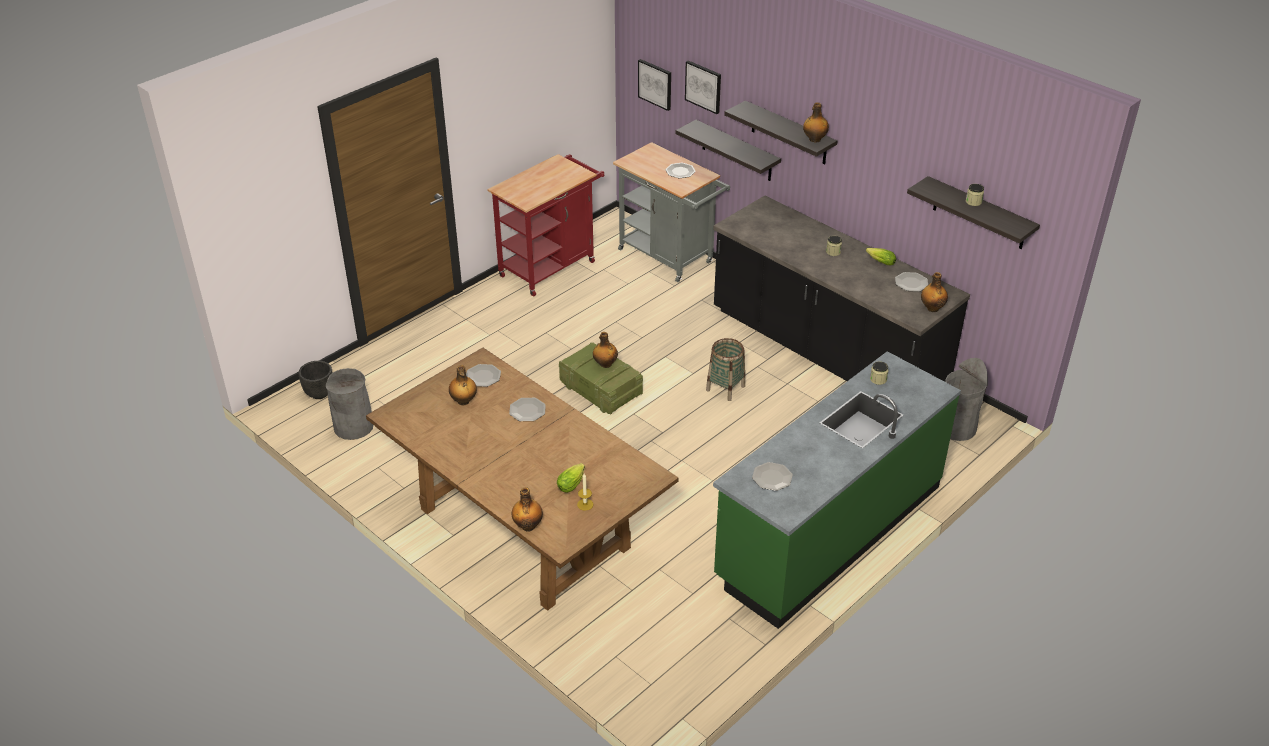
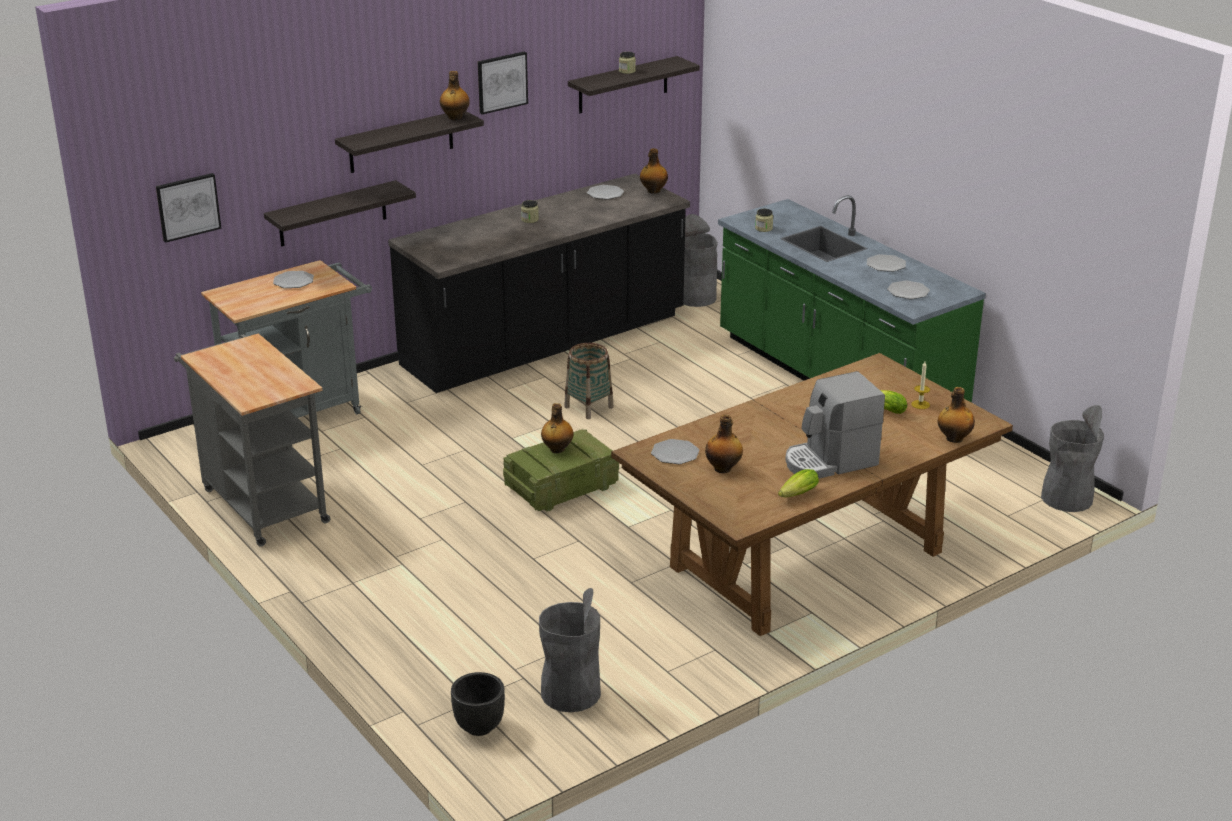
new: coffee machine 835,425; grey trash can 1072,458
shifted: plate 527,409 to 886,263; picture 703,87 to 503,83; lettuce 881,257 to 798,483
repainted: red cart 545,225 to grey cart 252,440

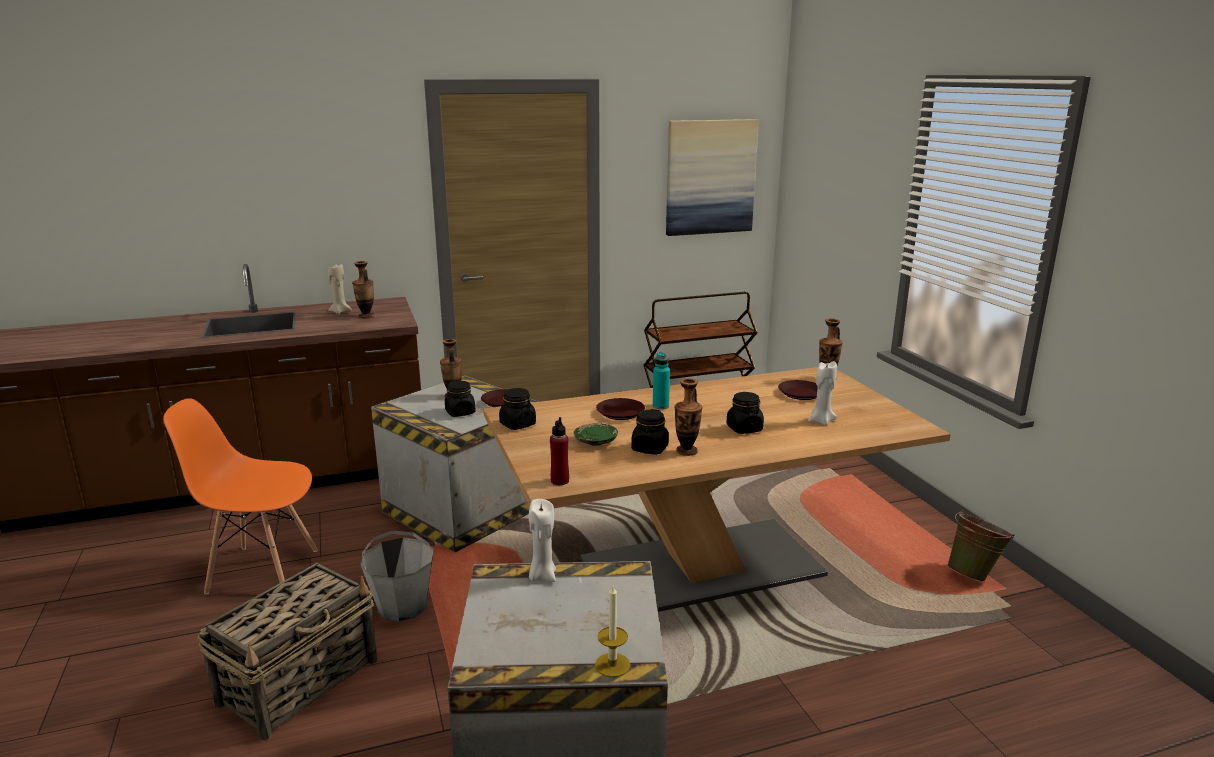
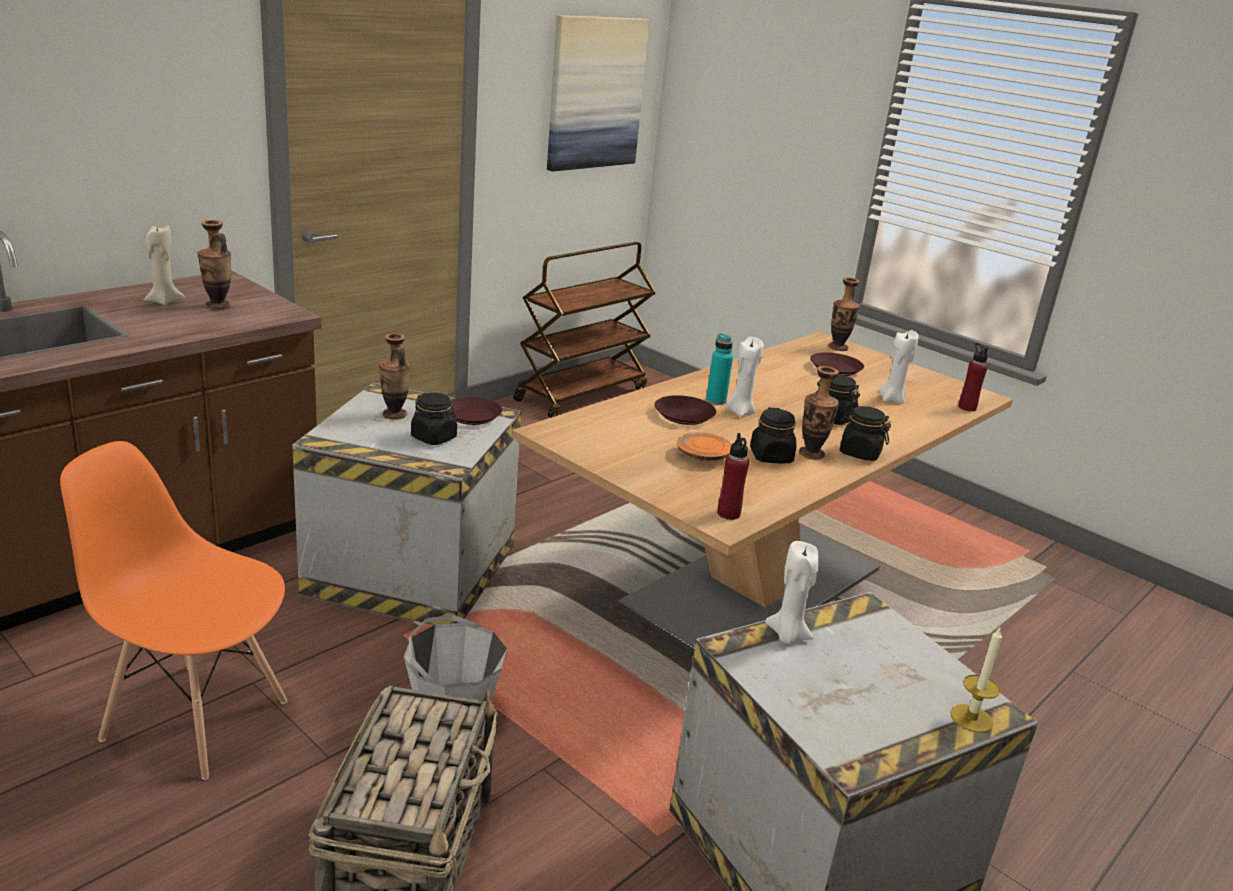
gone: green bucket 980,546
new: white candle 745,377; red bottle 973,377
shifted: black jar 517,409 to 865,433
repainted: green plate 596,434 to orange plate 704,447
rotated: orange chair 240,496 = 173,610 45 degrees clockwise

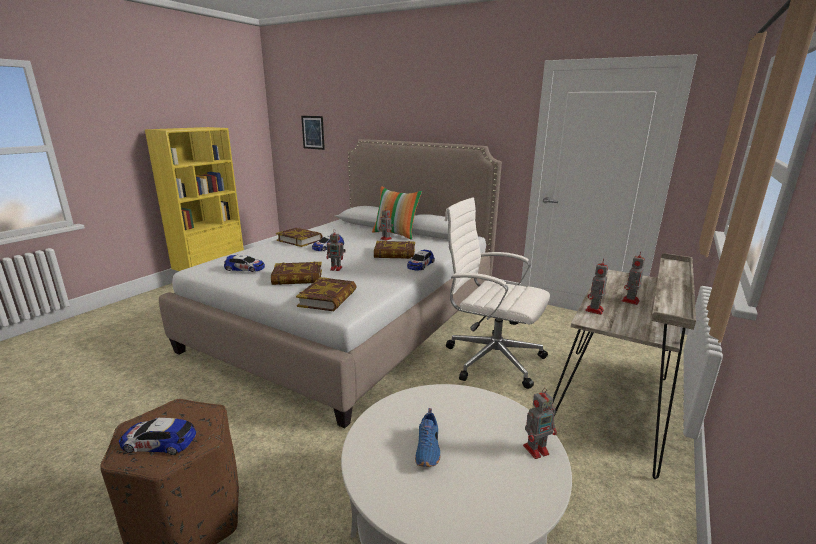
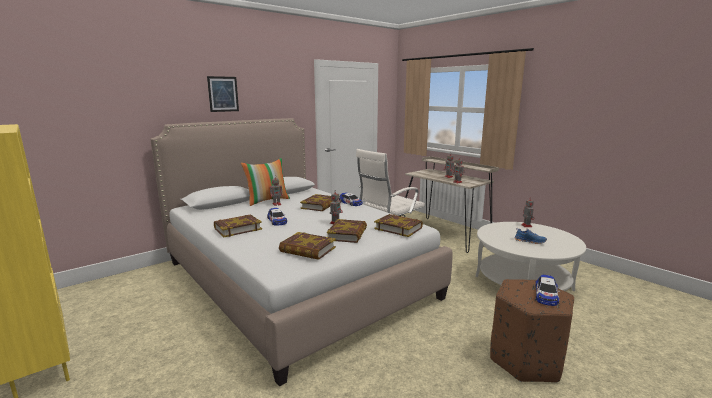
shifted: picture 313,133 to 223,94
swapped: toy car 244,263 to book 307,246

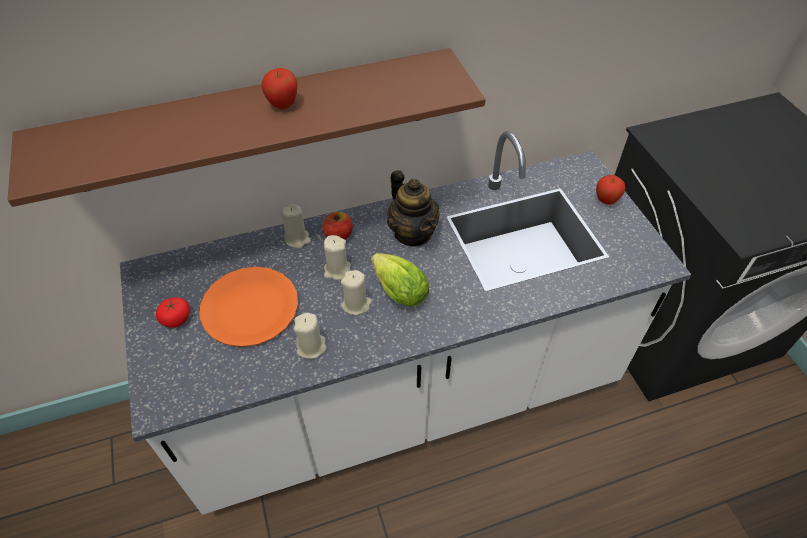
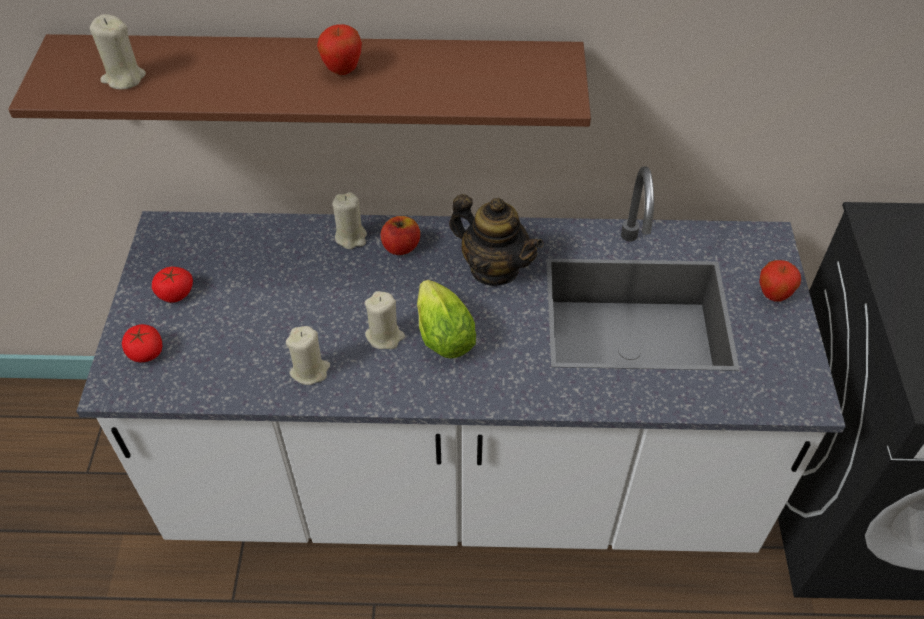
gone: orange plate 249,307
new: tomato 142,343
shifted: beige candle 337,257 to 118,52
rotated: teapot 413,208 = 496,240 45 degrees counterclockwise

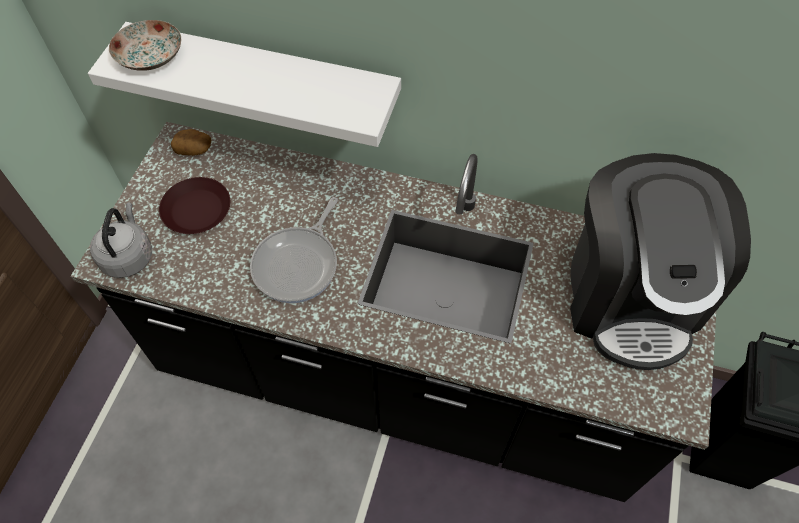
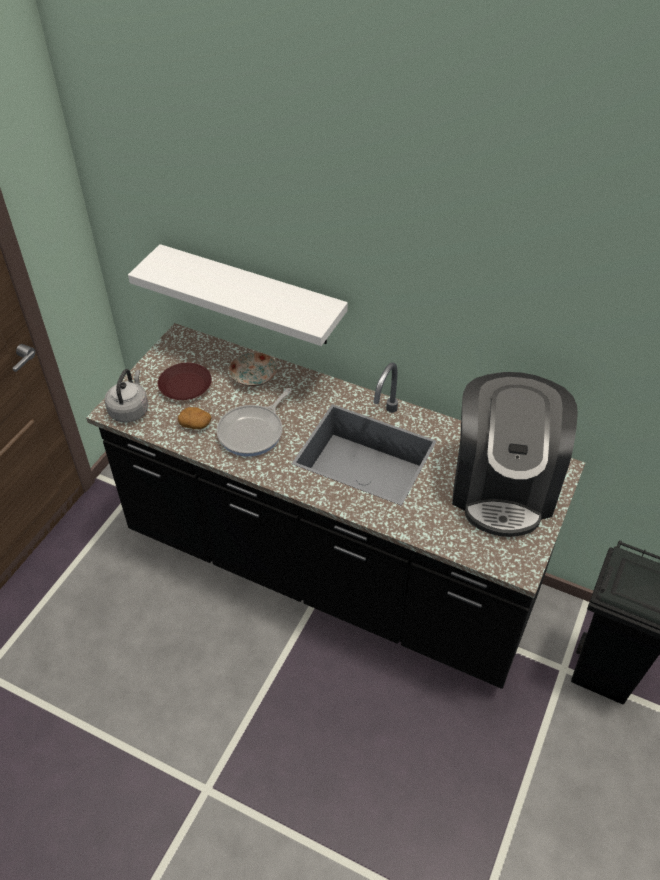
shifted: plate 145,45 to 253,369; potato 191,142 to 194,418

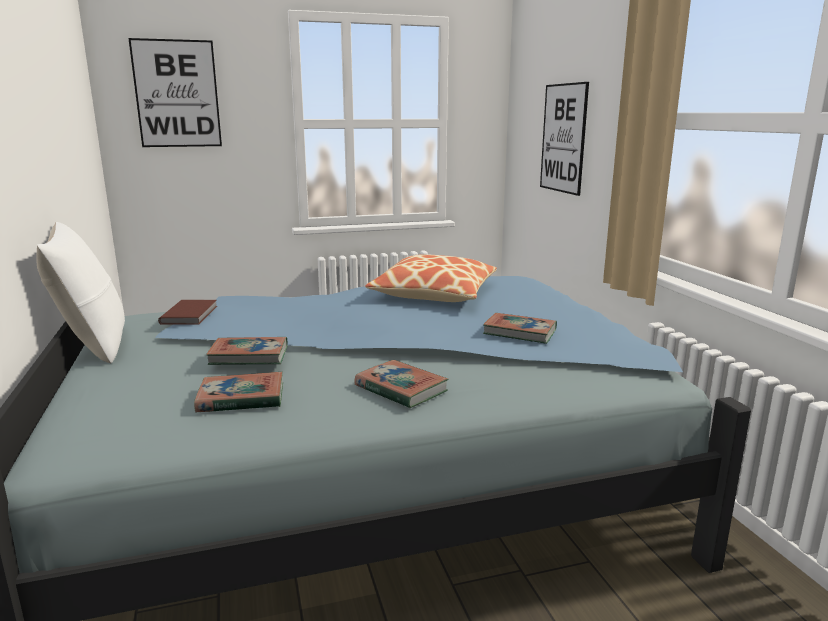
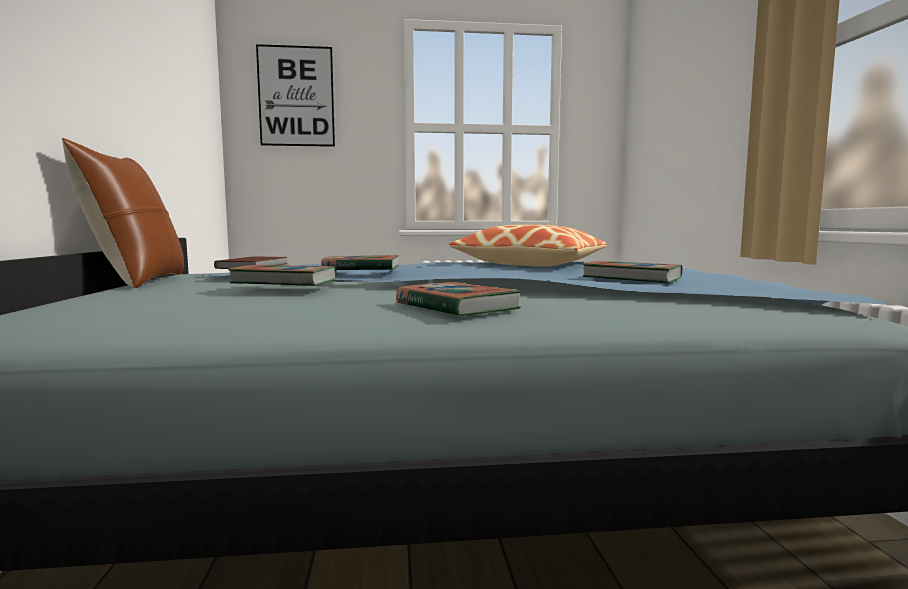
gone: picture 564,139
shifted: book 238,392 to 360,262
repainted: white pillow 80,292 to brown pillow 123,213

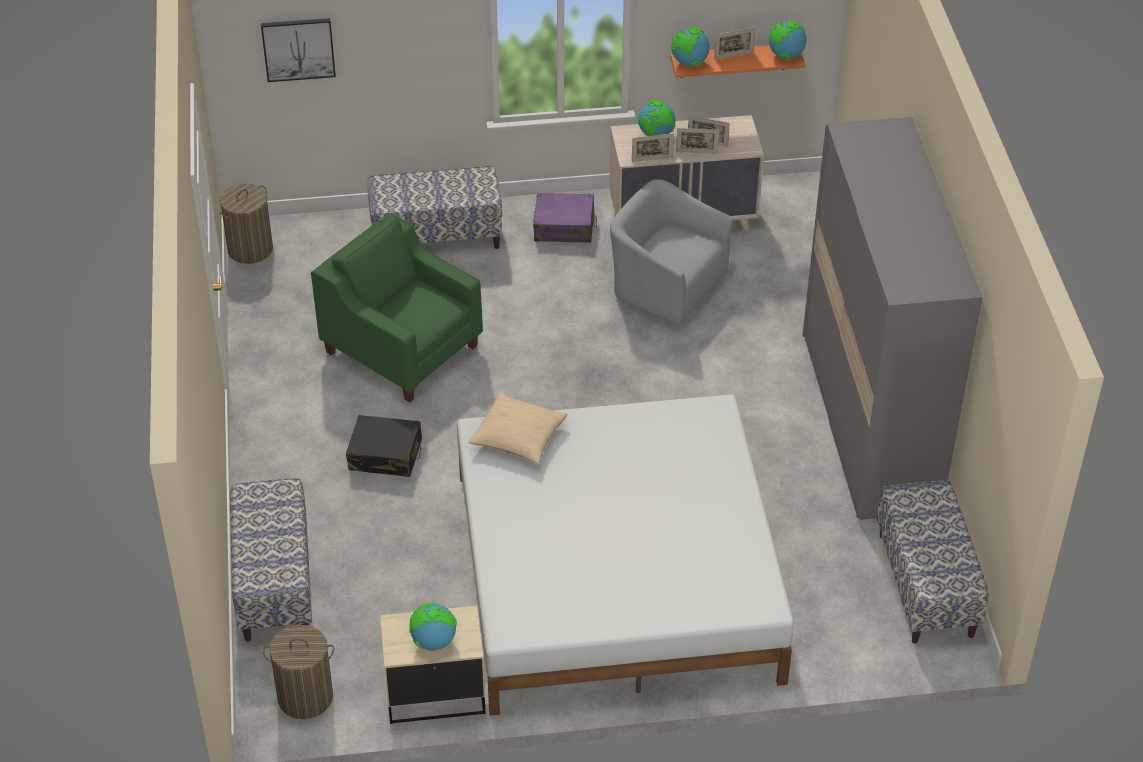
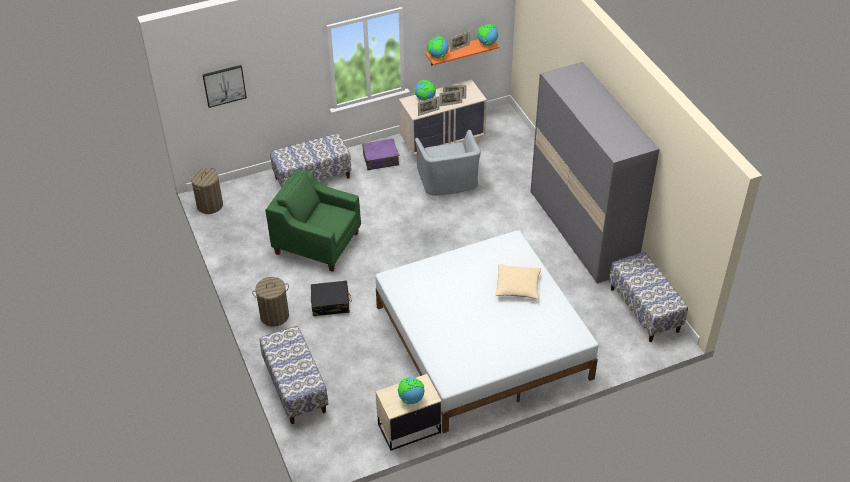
shifted: laundry basket 298,672 to 270,302; beige pillow 518,428 to 518,281
rotated: grey armchair 672,253 = 448,163 120 degrees counterclockwise

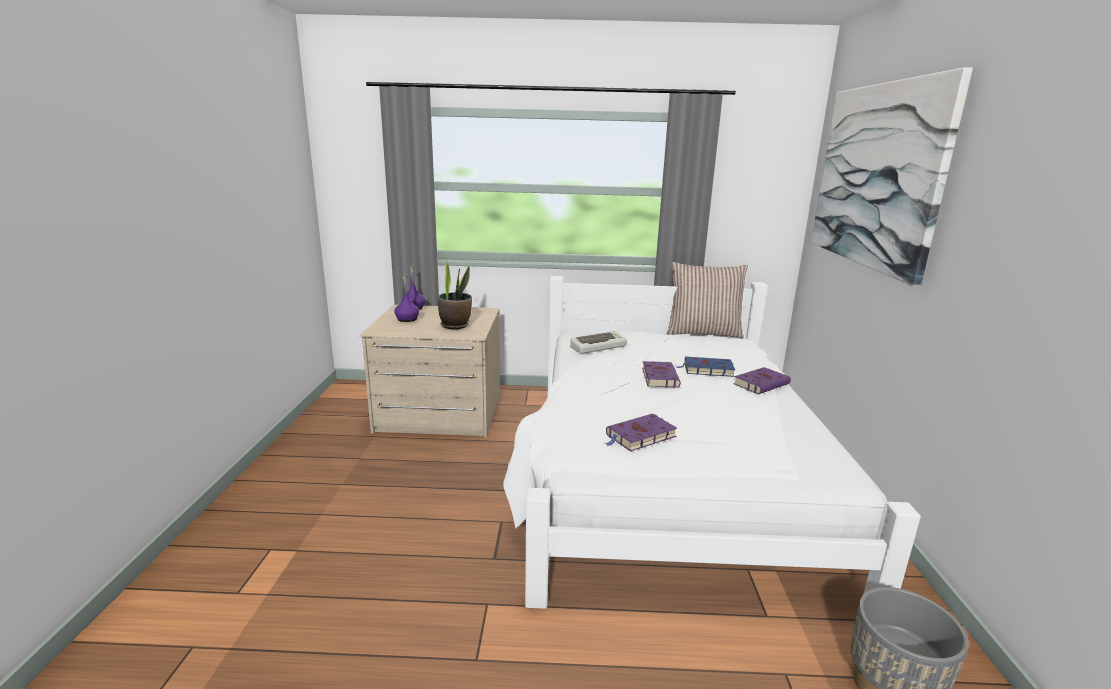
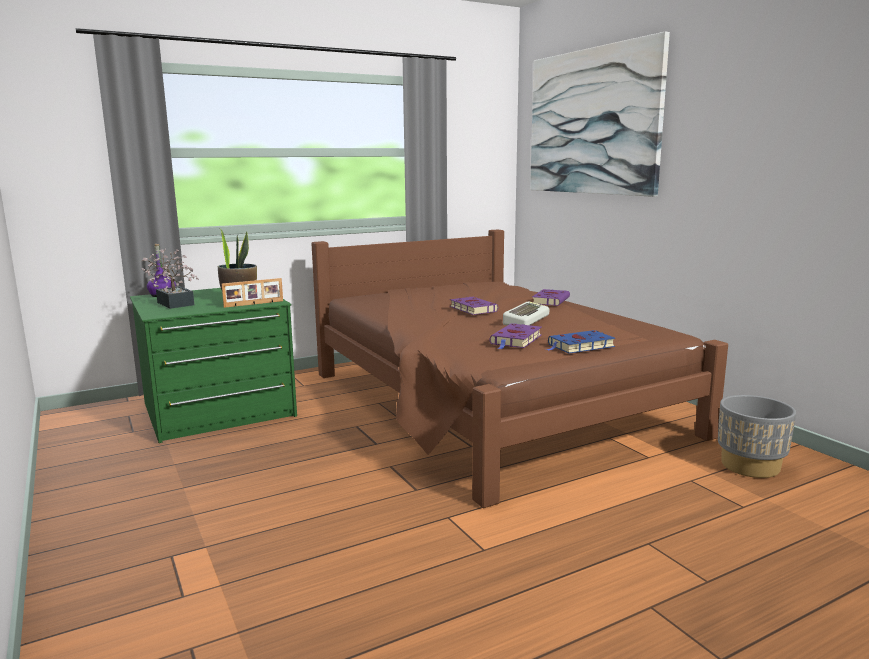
gone: pillow 707,300
new: picture frame 252,293
shifted: keyboard 598,342 to 526,313; blue book 705,367 to 580,341
swapped: purple bottle 406,298 to potted plant 170,279
repainted: beige dresser 429,371 to green dresser 213,365; white bed 712,442 to brown bed 519,368

